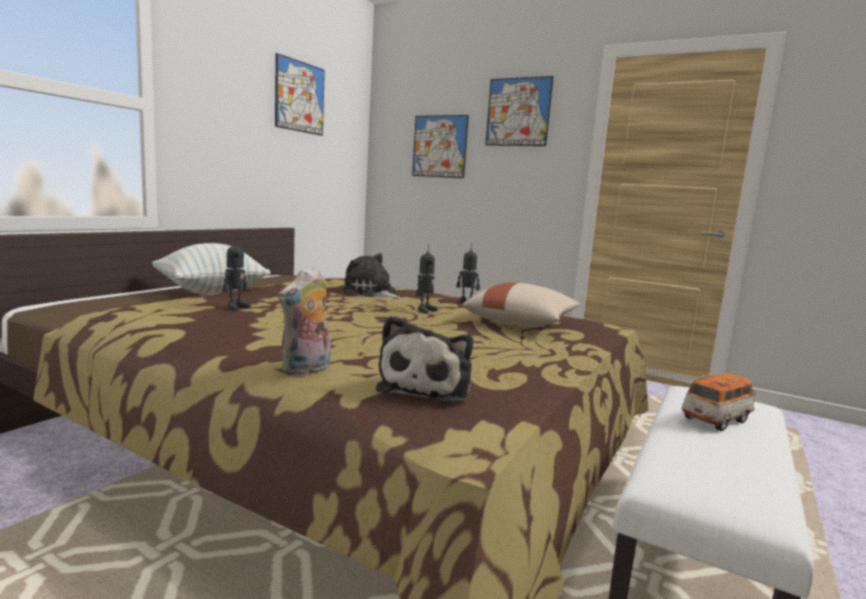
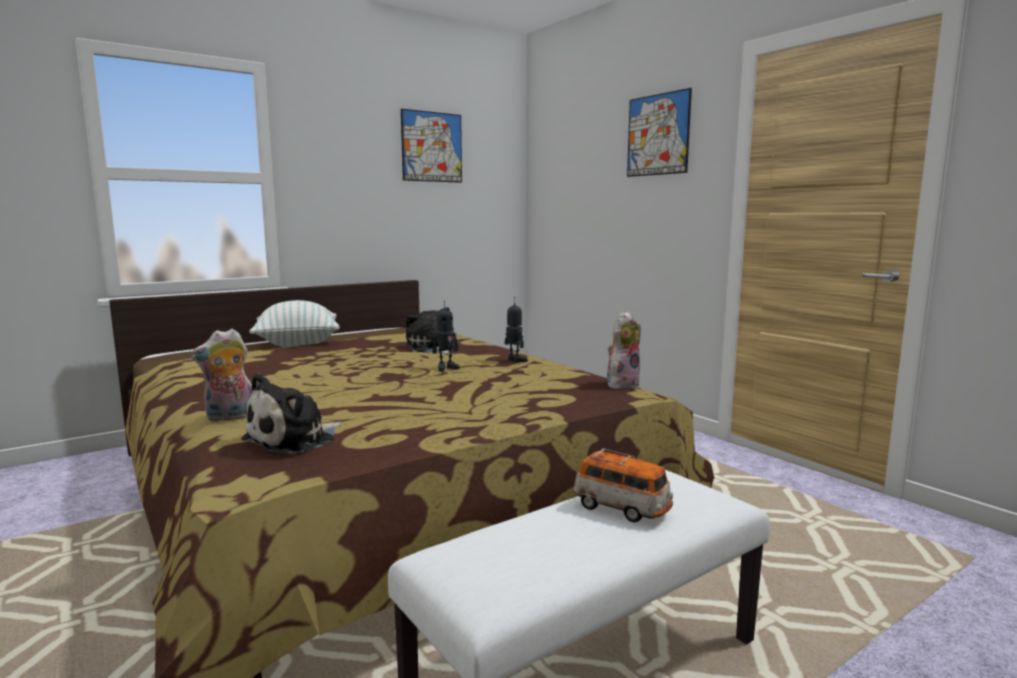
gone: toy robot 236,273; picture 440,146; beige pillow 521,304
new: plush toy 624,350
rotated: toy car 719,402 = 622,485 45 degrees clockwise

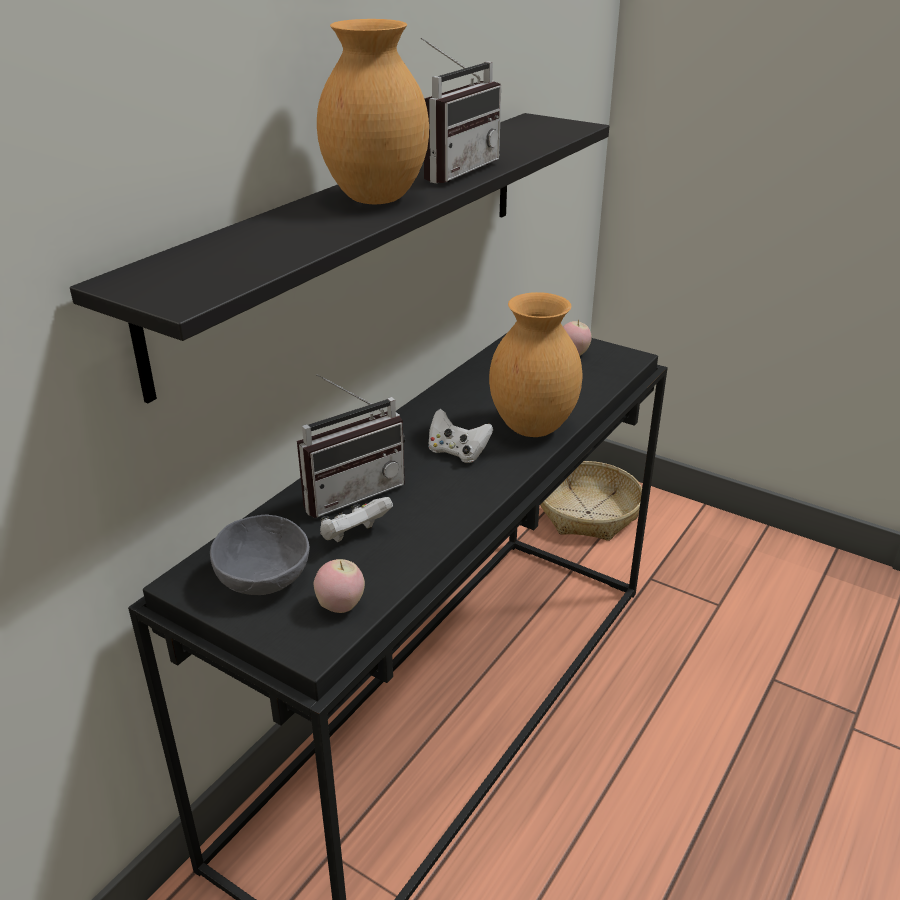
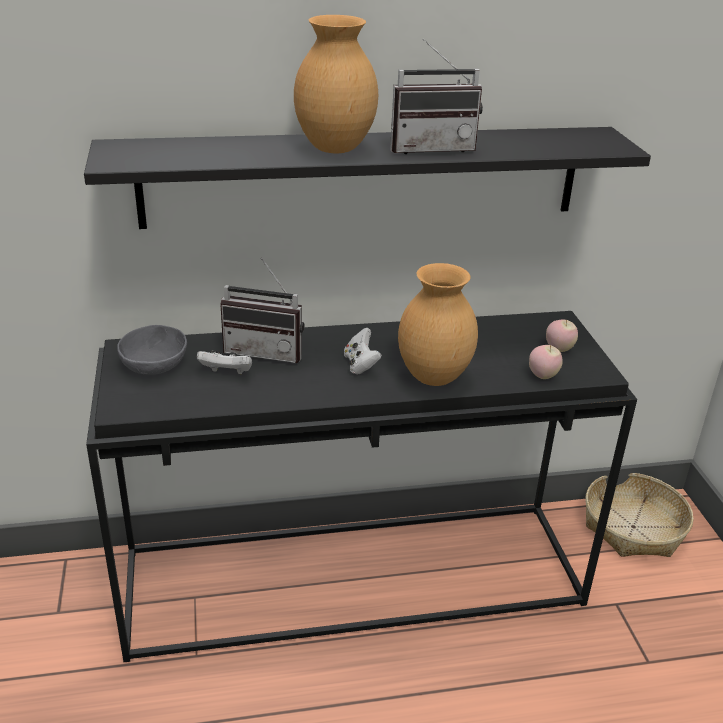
shifted: apple 339,586 to 546,362

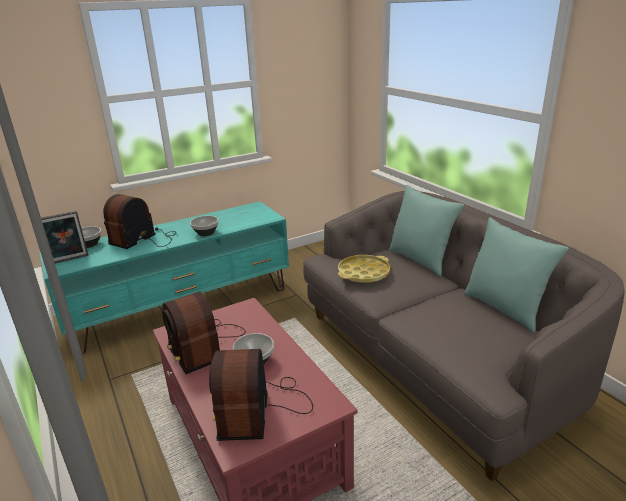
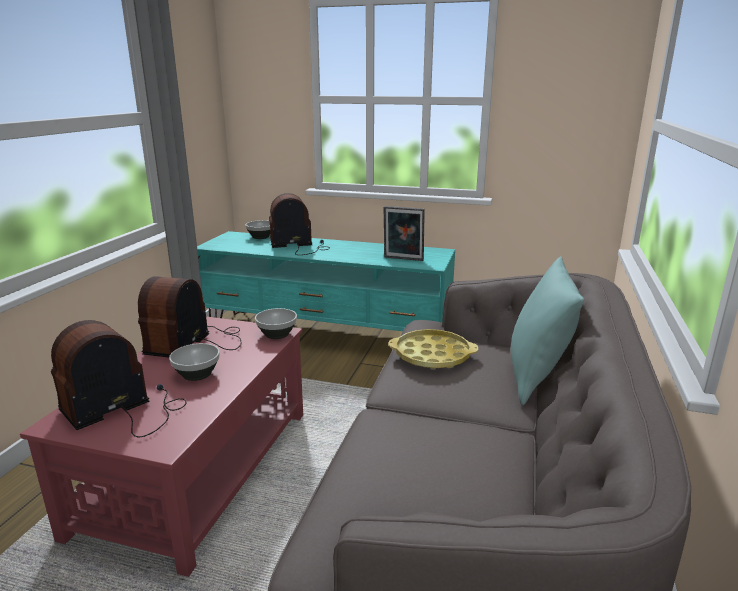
gone: turquoise pillow 516,275
shifted: picture frame 65,237 to 404,233; bowl 204,226 to 276,323

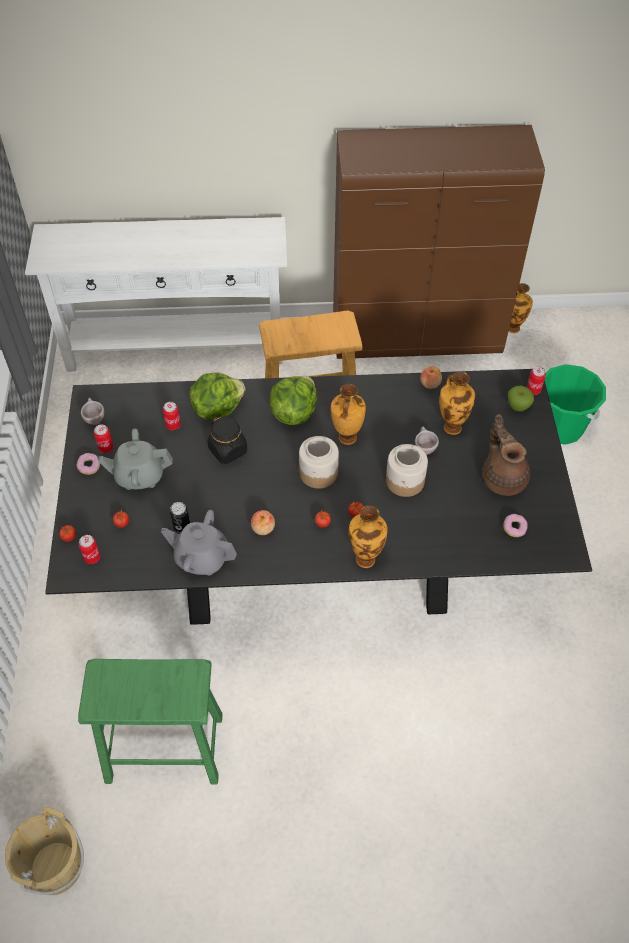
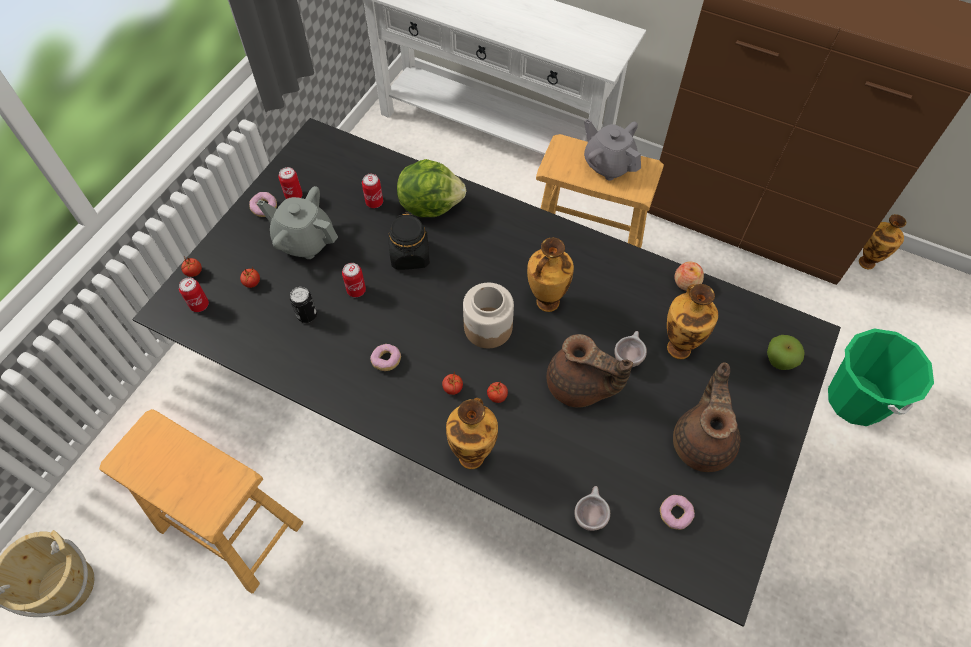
gone: lettuce 293,400
shifted: beige cup 92,411 to 592,508; grey teapot 199,542 to 612,149; can 536,381 to 354,280
swapped: apple 263,522 to donut 385,357; jar 407,470 to brown teapot 589,371
repainted: green stool 150,721 to brown stool 201,501

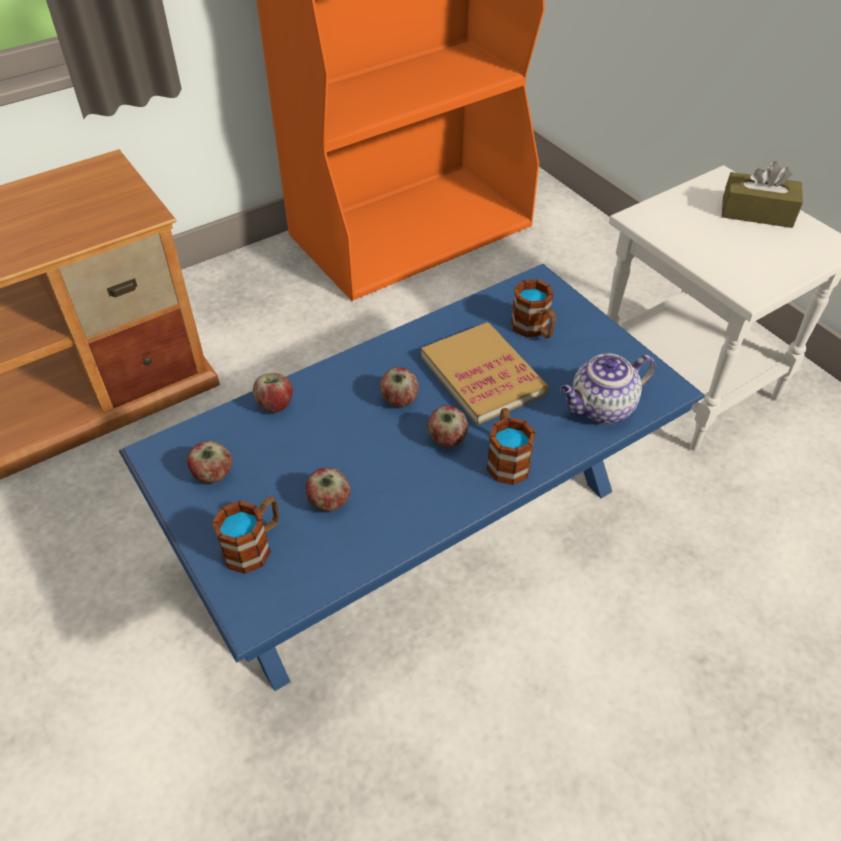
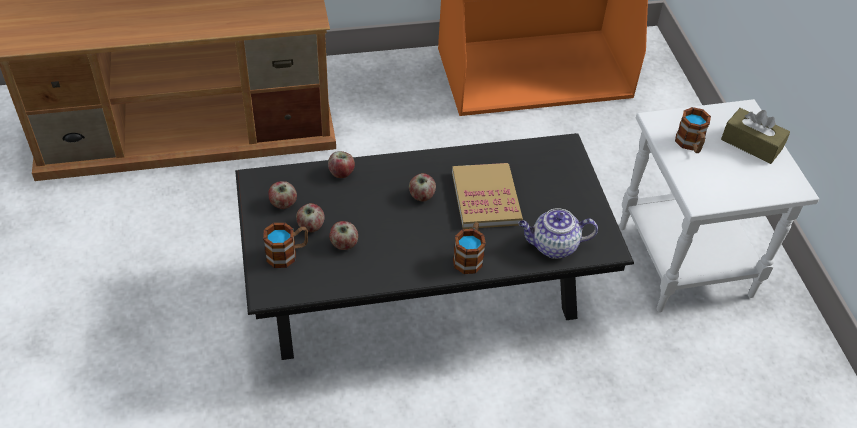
shifted: apple 447,426 to 310,217; mug 533,309 to 693,130
repainted: blue coffee table 412,477 to black coffee table 434,246

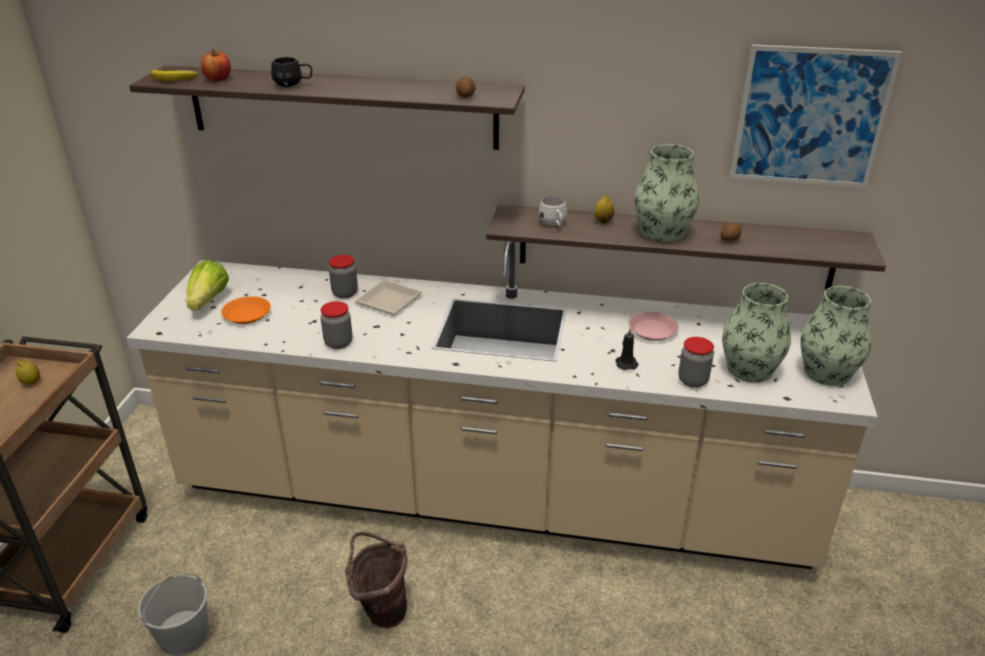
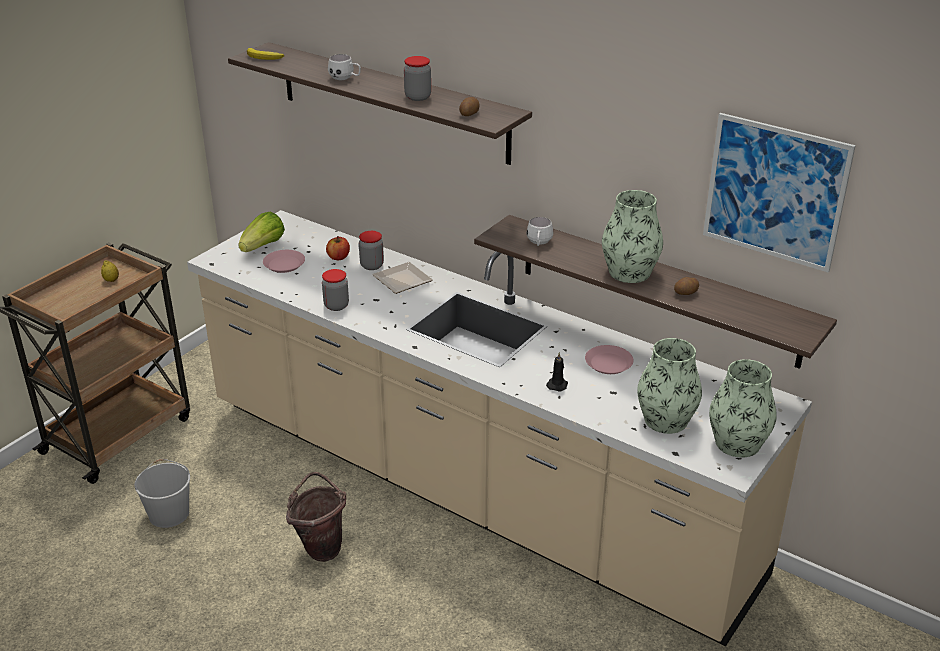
gone: lemon 604,209
shifted: apple 216,65 to 338,248; jar 696,362 to 417,78
repainted: orange plate 246,310 to pink plate 284,261; black mug 291,72 to white mug 344,67

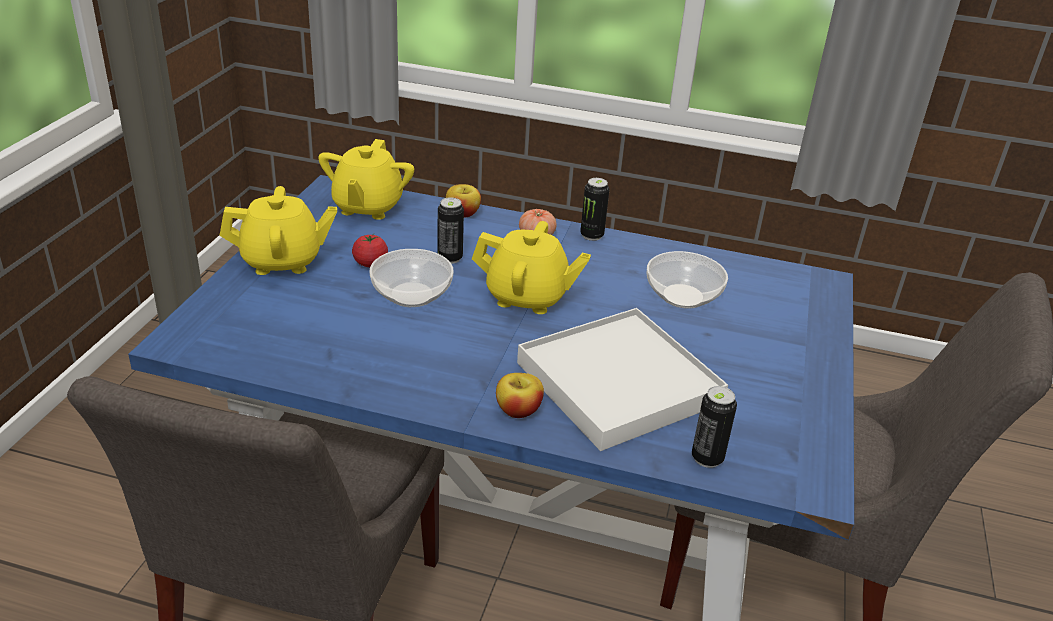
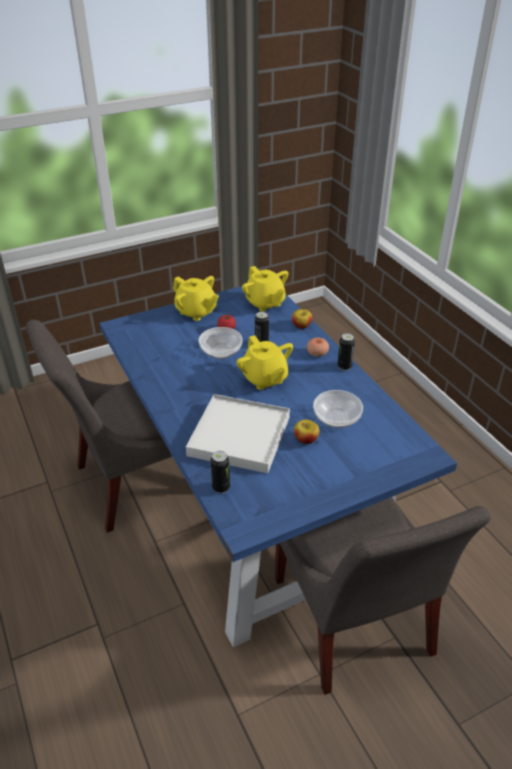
shifted: apple 520,395 to 306,431
rotated: yellow teapot 366,179 = 265,289 90 degrees counterclockwise

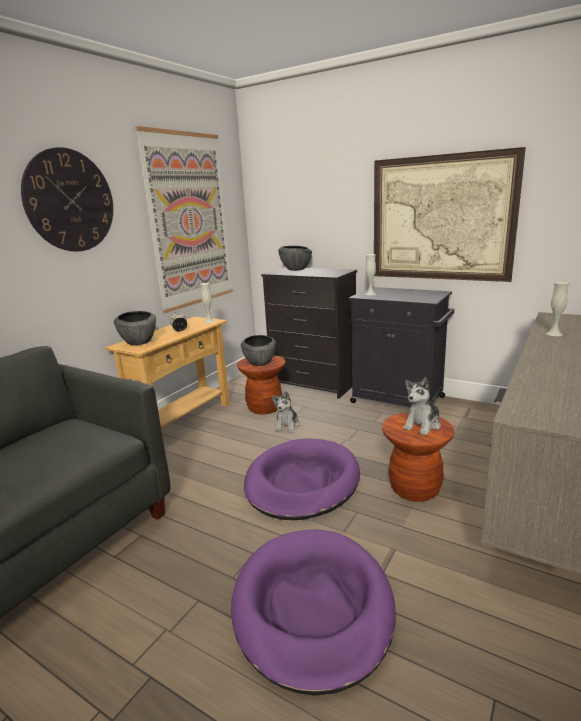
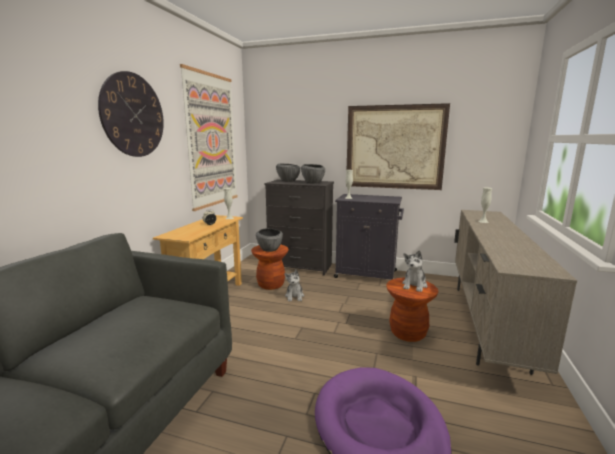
gone: purple dog bed 302,479
shifted: bowl 135,328 to 313,173

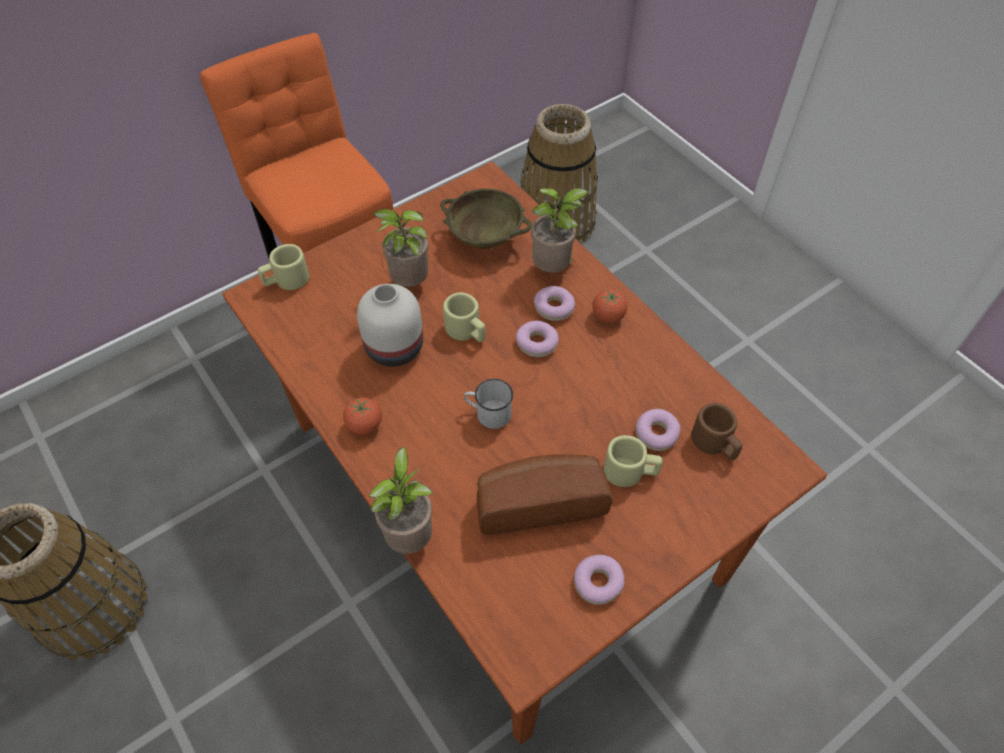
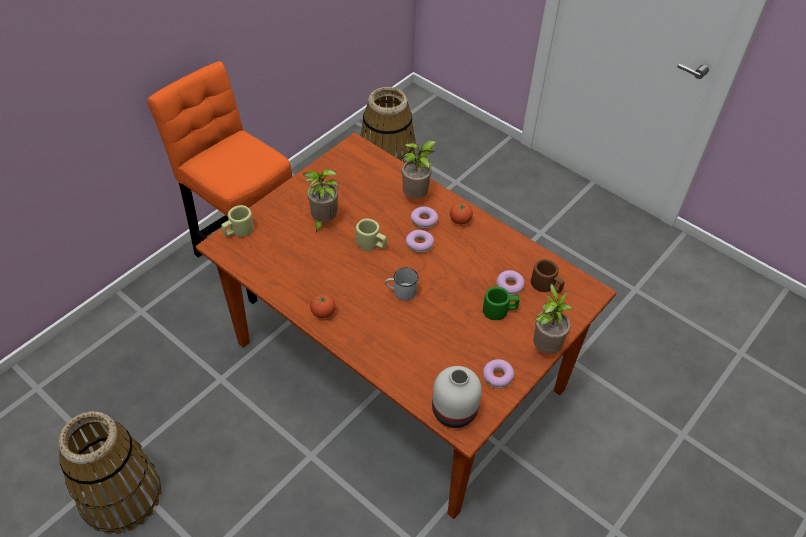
gone: beige bowl 486,219; bread 544,494
shifted: white vase 390,325 to 457,397; potted plant 400,500 to 553,319
repainted: beige mug 633,461 to green mug 501,303

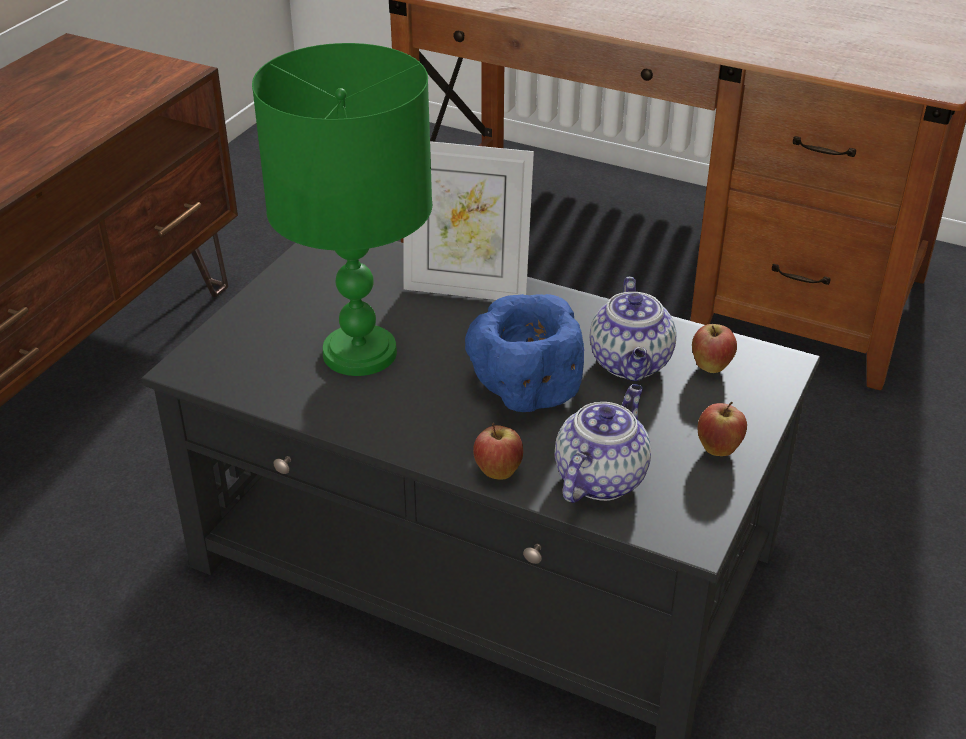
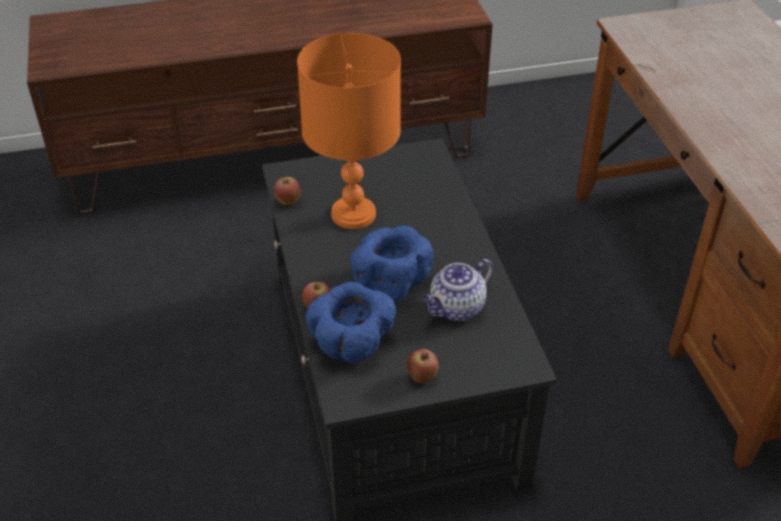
gone: picture frame 468,220
shifted: apple 714,348 to 287,190
swapped: teapot 603,443 to blue bowl 351,322
repainted: green table lamp 342,209 to orange table lamp 349,131

